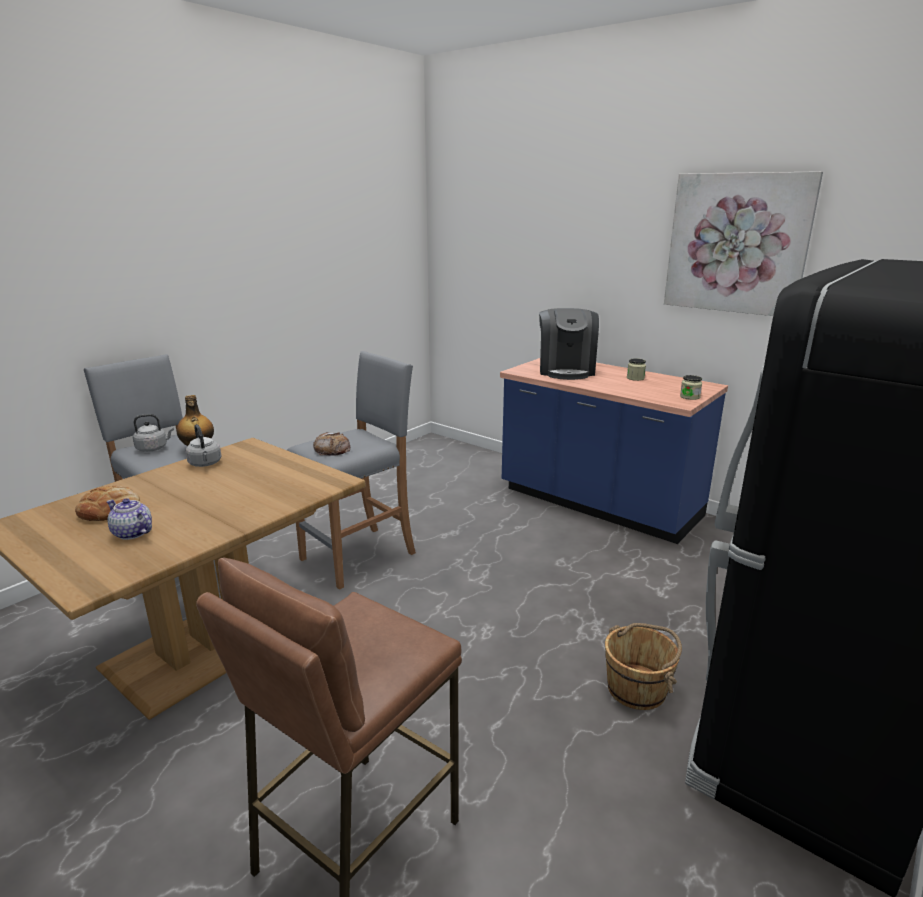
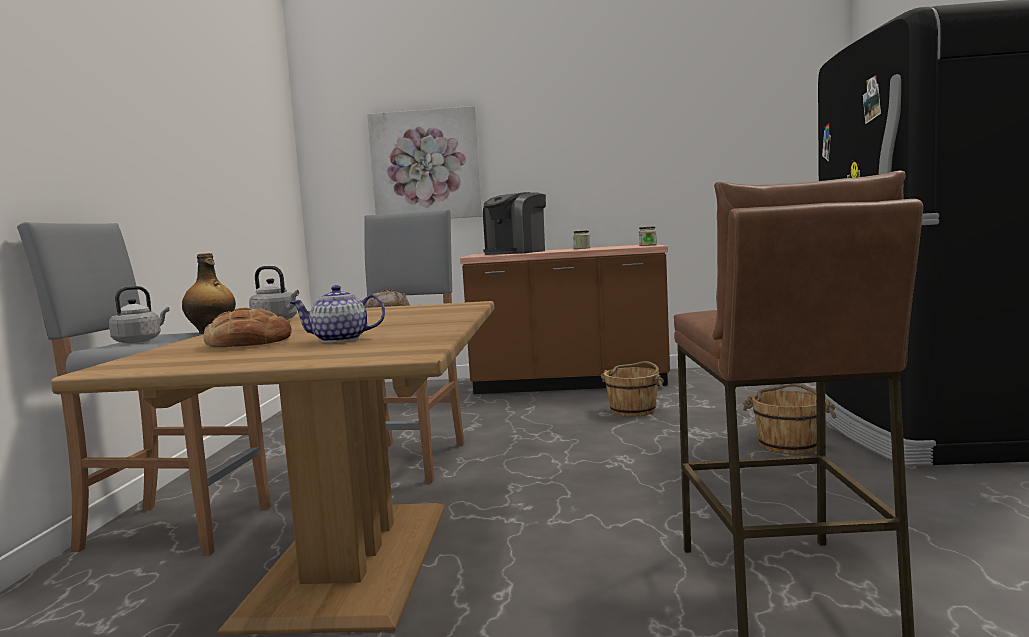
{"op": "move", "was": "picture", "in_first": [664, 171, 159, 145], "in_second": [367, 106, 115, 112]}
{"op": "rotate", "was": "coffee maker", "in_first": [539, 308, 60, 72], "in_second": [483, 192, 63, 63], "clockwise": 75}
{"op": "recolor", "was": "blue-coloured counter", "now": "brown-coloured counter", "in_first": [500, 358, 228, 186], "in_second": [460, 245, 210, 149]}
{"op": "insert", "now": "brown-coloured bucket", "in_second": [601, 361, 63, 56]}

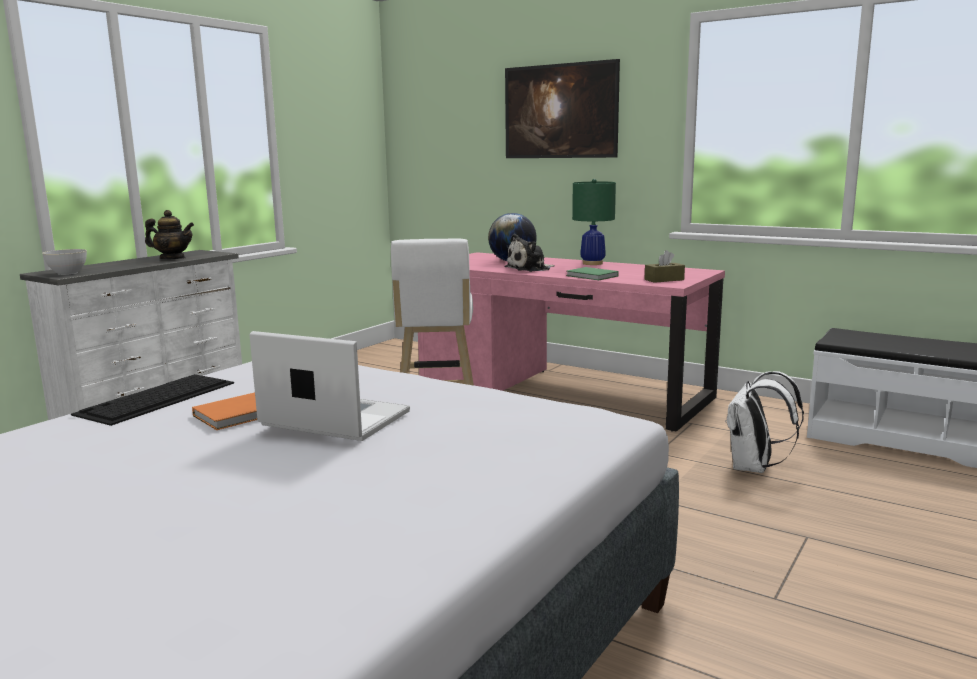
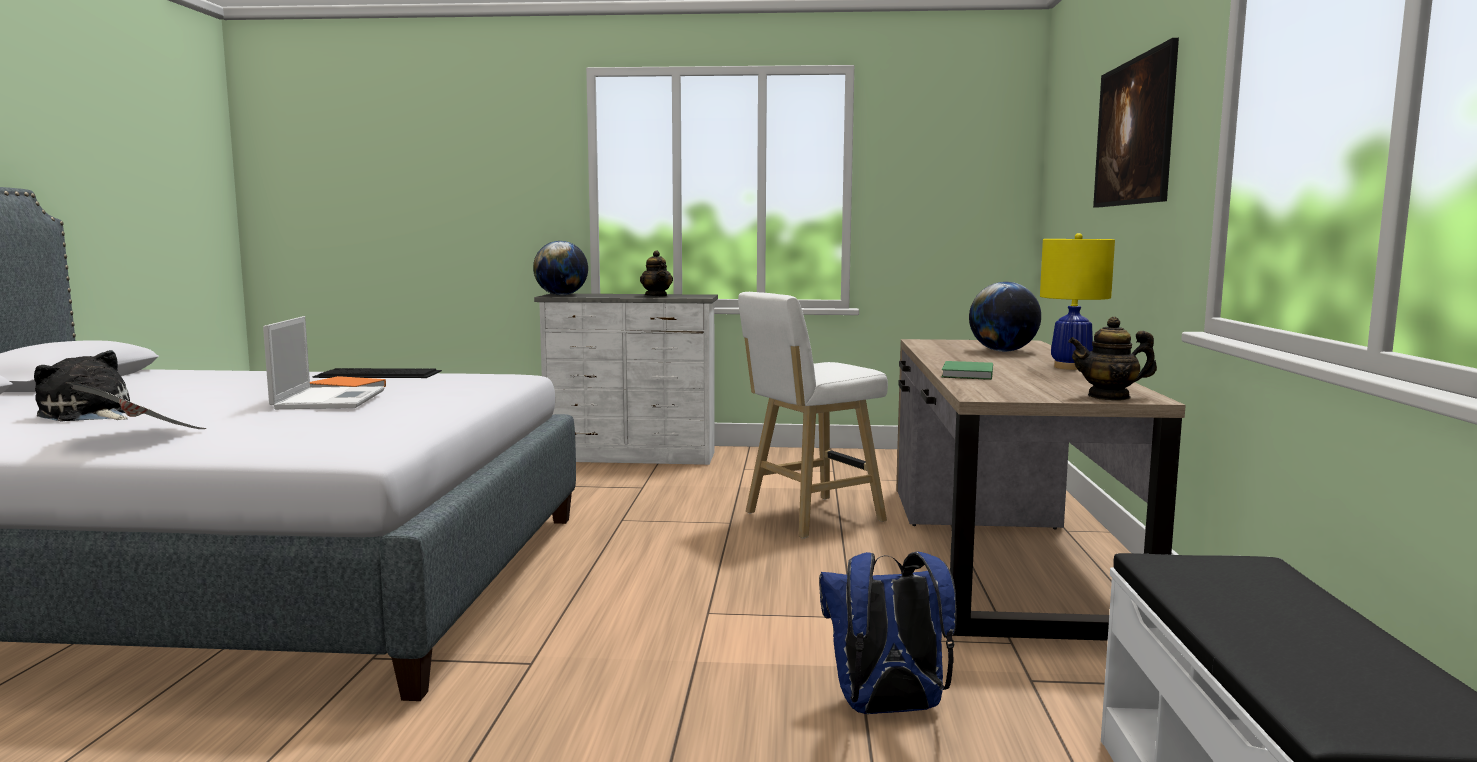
{"op": "recolor", "was": "greenish table lamp", "now": "yellow-coloured table lamp", "in_first": [572, 179, 44, 86], "in_second": [1040, 233, 75, 137]}
{"op": "move", "was": "cuddly toy", "in_first": [505, 234, 49, 38], "in_second": [34, 350, 96, 71]}
{"op": "replace", "was": "grey serving bowl", "now": "desk globe", "in_first": [42, 249, 45, 26], "in_second": [533, 241, 55, 54]}
{"op": "delete", "was": "brown-coloured tissue holder", "in_first": [644, 250, 41, 33]}
{"op": "recolor", "was": "pink desk", "now": "brown-coloured desk", "in_first": [418, 252, 307, 180], "in_second": [896, 339, 290, 302]}
{"op": "recolor", "was": "white-coloured knapsack", "now": "blue-coloured knapsack", "in_first": [725, 371, 79, 102], "in_second": [819, 552, 138, 162]}
{"op": "insert", "now": "tea pot", "in_second": [1068, 317, 89, 84]}
{"op": "insert", "now": "newspaper", "in_second": [66, 382, 140, 47]}

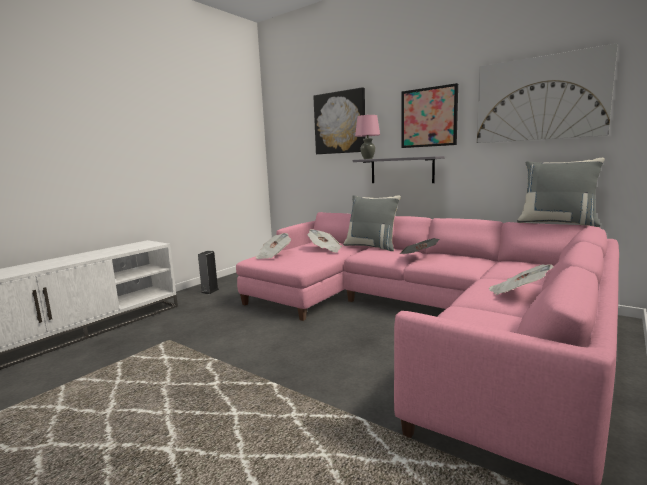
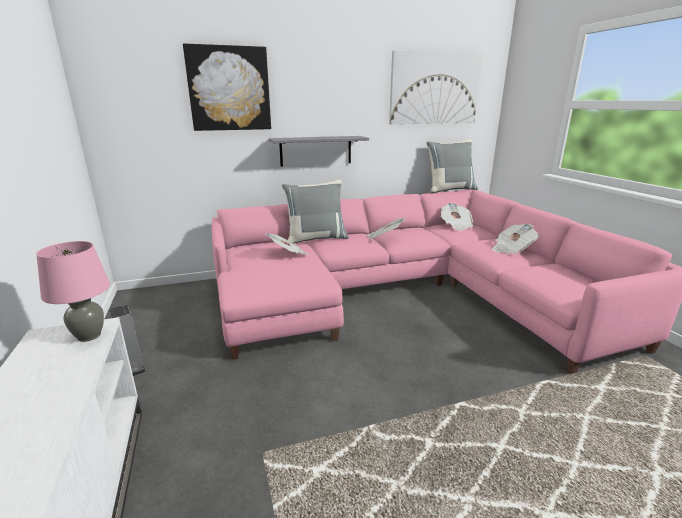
{"op": "delete", "was": "picture", "in_first": [402, 83, 56, 65]}
{"op": "move", "was": "pink table lamp", "in_first": [355, 115, 25, 44], "in_second": [36, 241, 74, 101]}
{"op": "move", "was": "newspaper", "in_first": [255, 233, 36, 26], "in_second": [441, 203, 33, 28]}

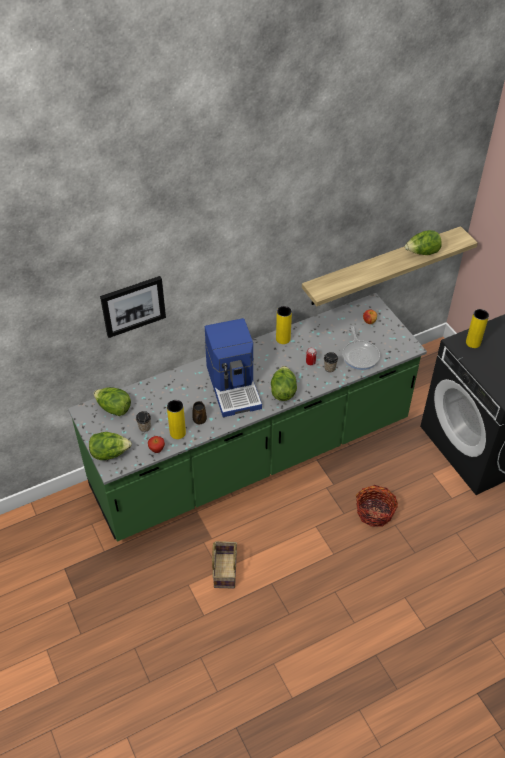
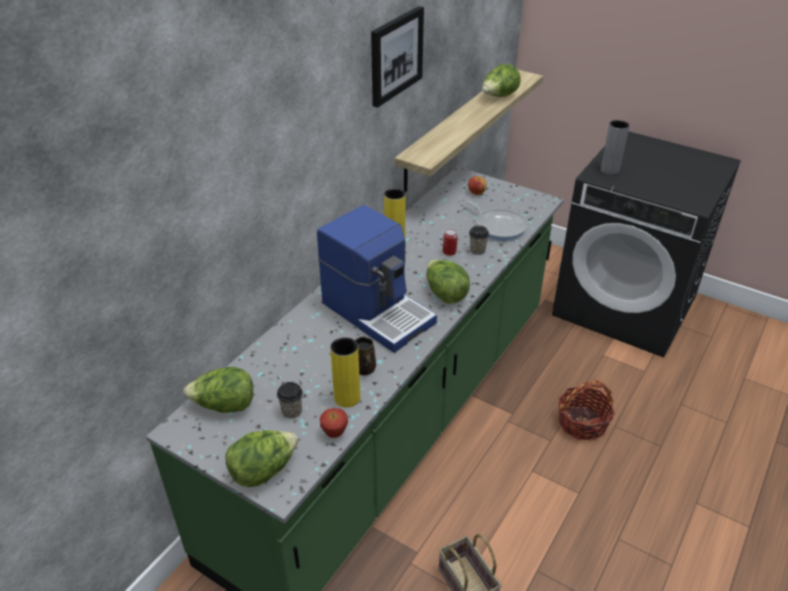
{"op": "move", "was": "picture", "in_first": [100, 276, 66, 62], "in_second": [371, 6, 53, 102]}
{"op": "recolor", "was": "yellow-coloured decorative vase", "now": "grey decorative vase", "in_first": [466, 309, 23, 39], "in_second": [601, 120, 28, 55]}

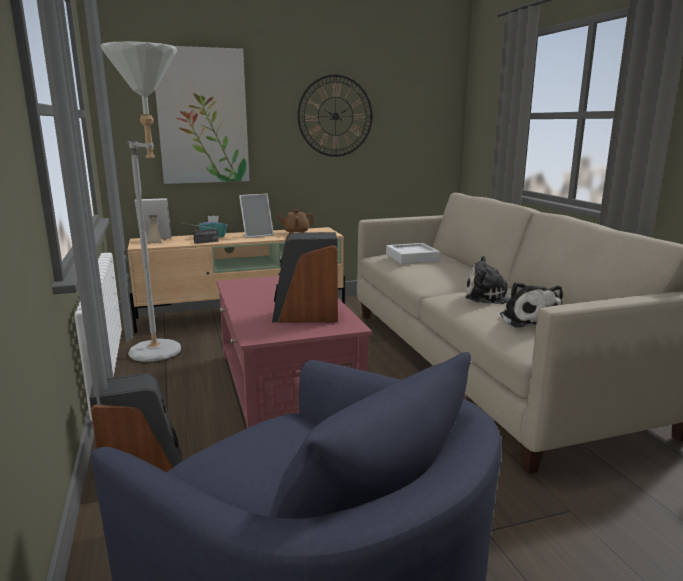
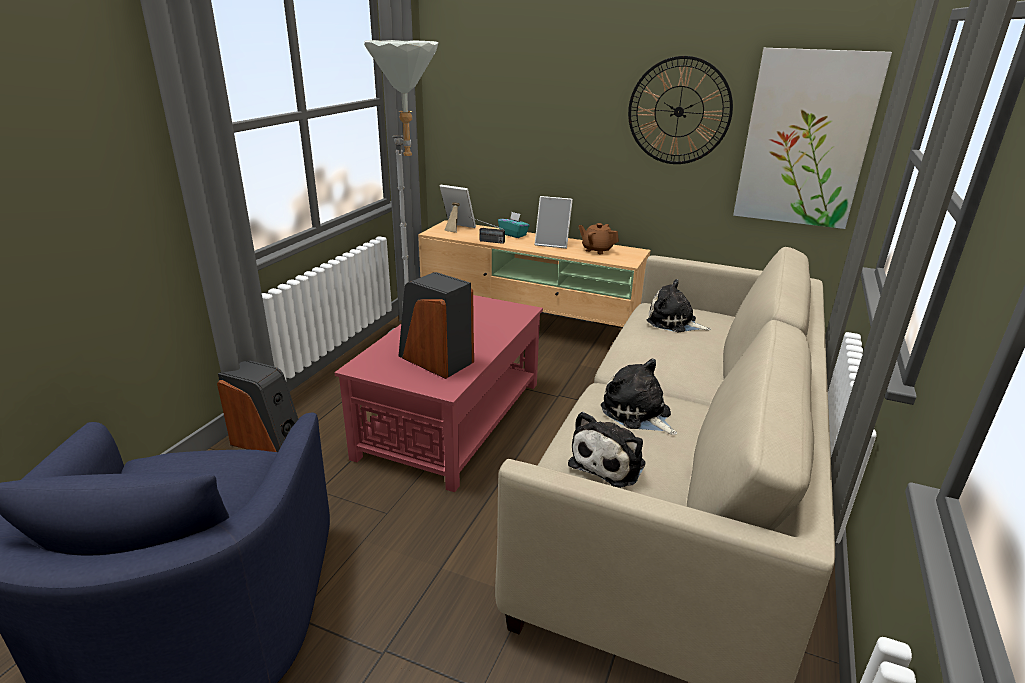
{"op": "move", "was": "picture", "in_first": [155, 46, 95, 138], "in_second": [733, 48, 159, 181]}
{"op": "replace", "was": "grey carrying tray", "now": "cuddly toy", "in_first": [386, 243, 54, 21], "in_second": [647, 279, 64, 53]}

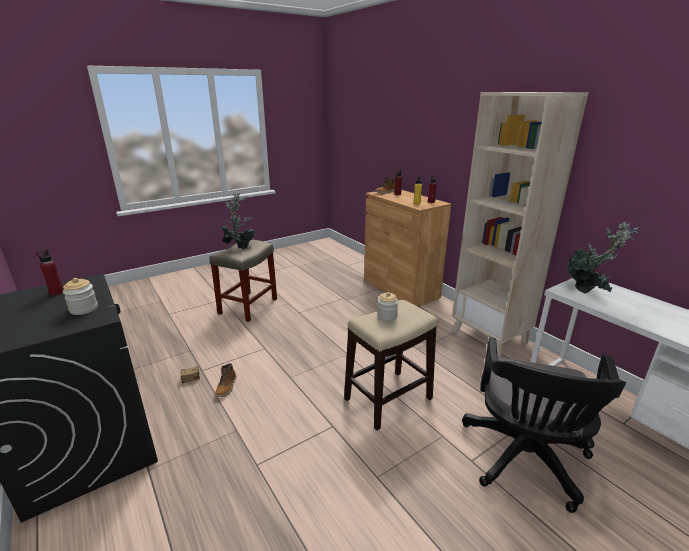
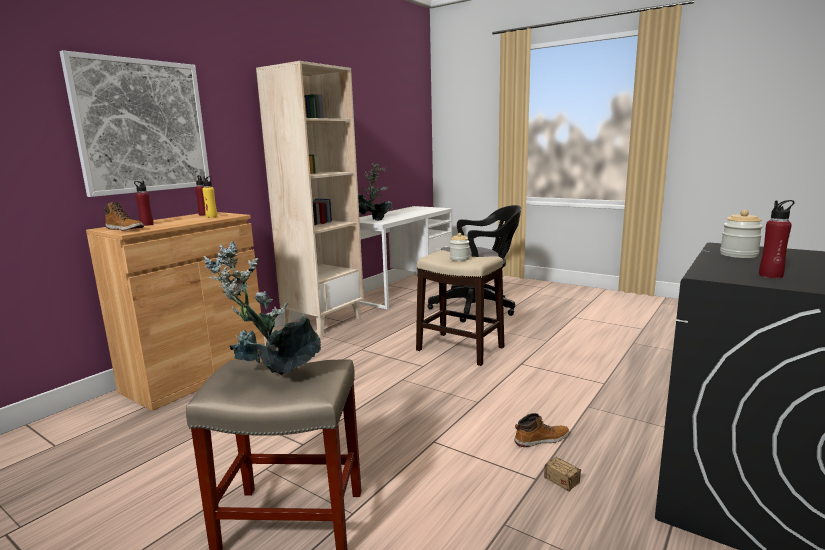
{"op": "insert", "now": "picture", "in_second": [60, 50, 150, 147]}

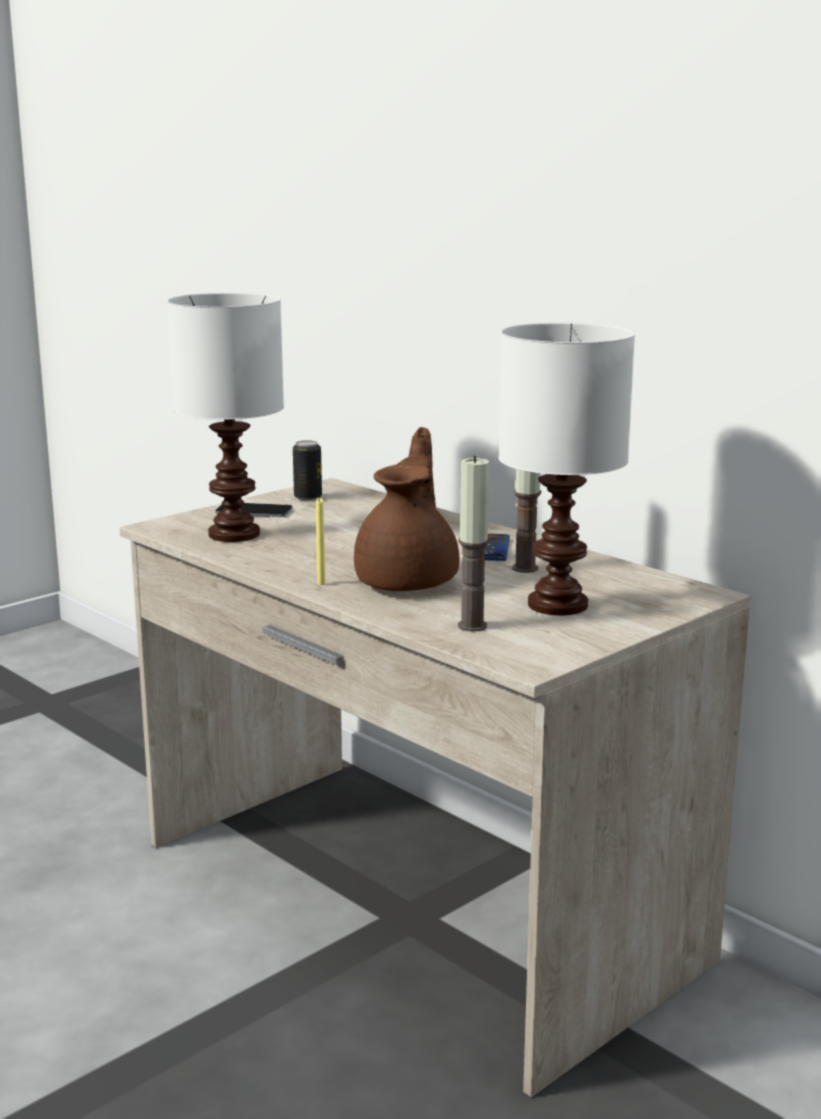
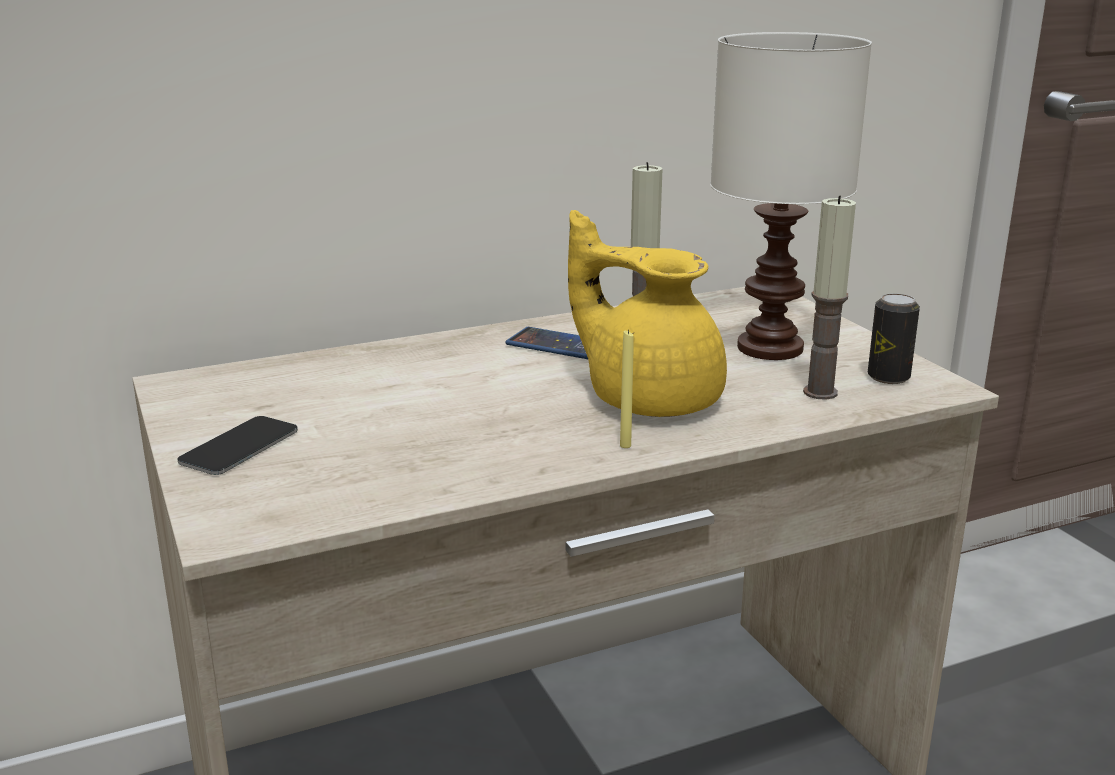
{"op": "delete", "was": "white-coloured table lamp", "in_first": [167, 293, 117, 249]}
{"op": "recolor", "was": "brown-coloured tea pot", "now": "yellow-coloured tea pot", "in_first": [354, 427, 105, 164], "in_second": [568, 210, 159, 207]}
{"op": "move", "was": "metal can", "in_first": [293, 440, 29, 60], "in_second": [868, 293, 52, 91]}

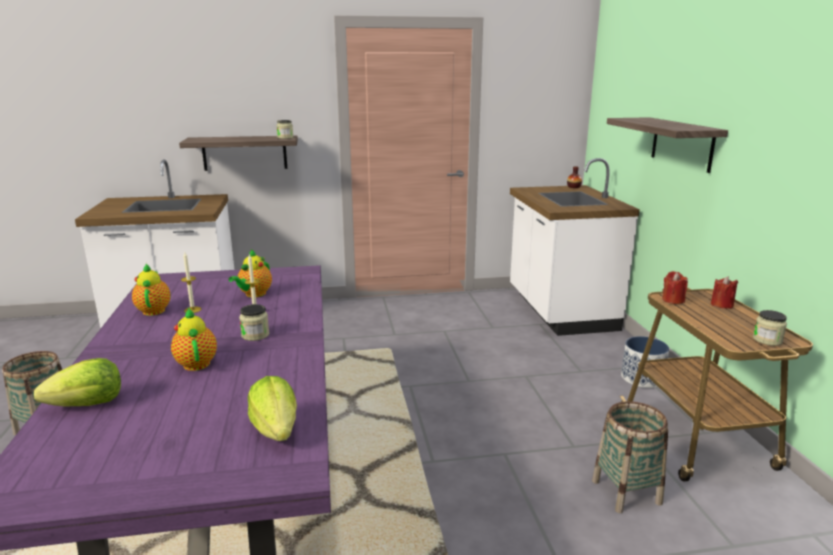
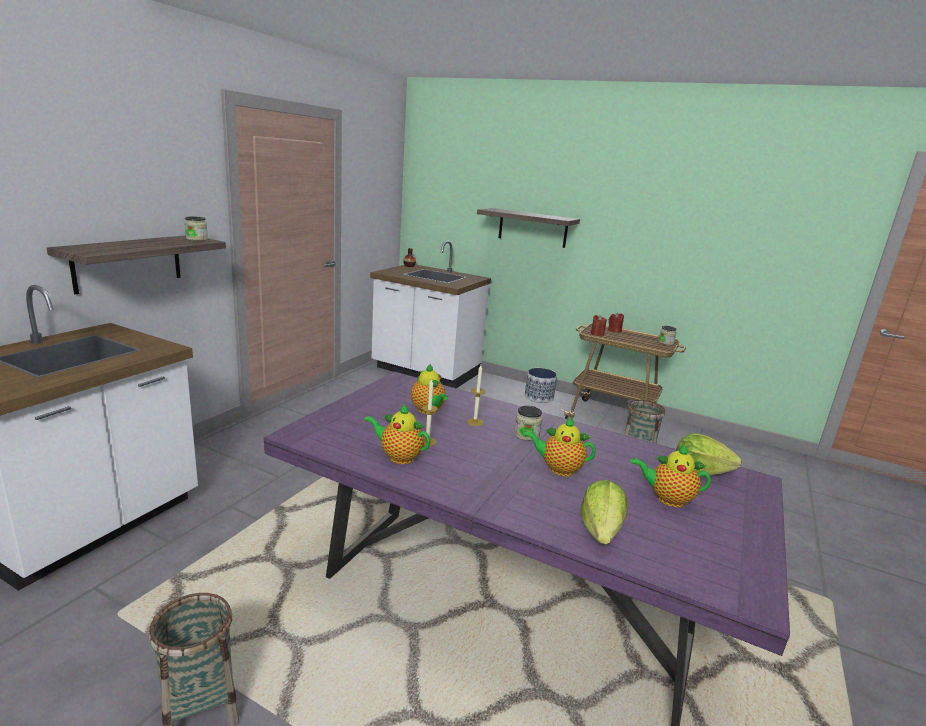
{"op": "insert", "now": "tea pot", "in_second": [630, 444, 81, 63]}

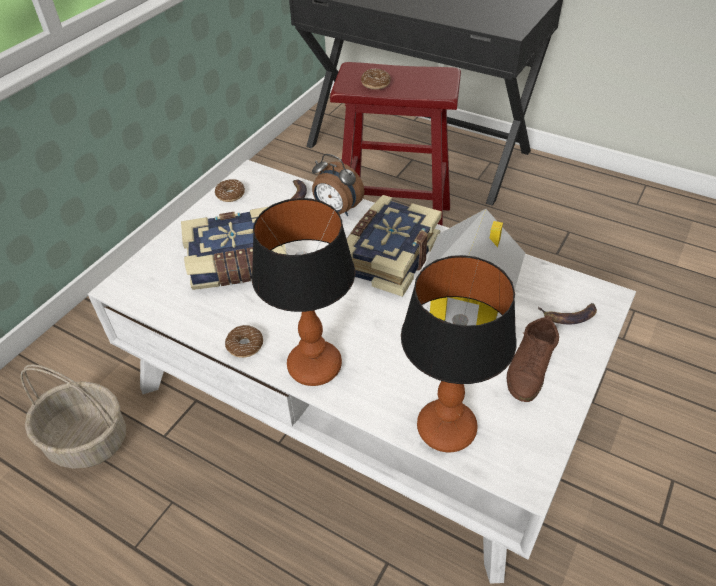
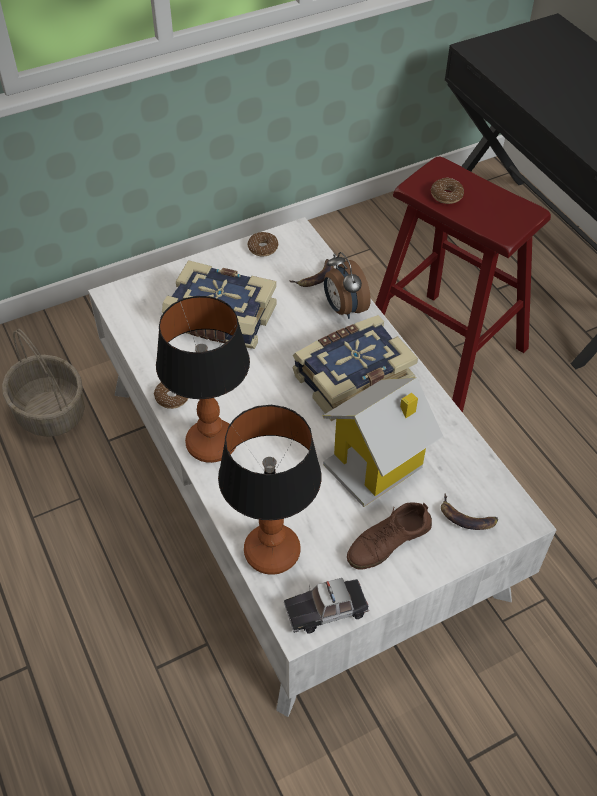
{"op": "insert", "now": "miniature car", "in_second": [284, 578, 85, 56]}

